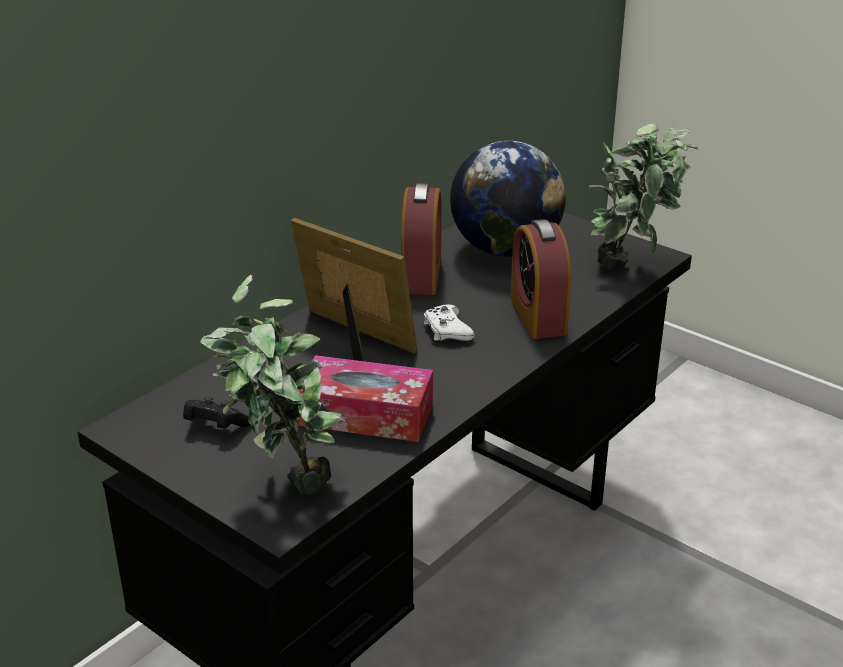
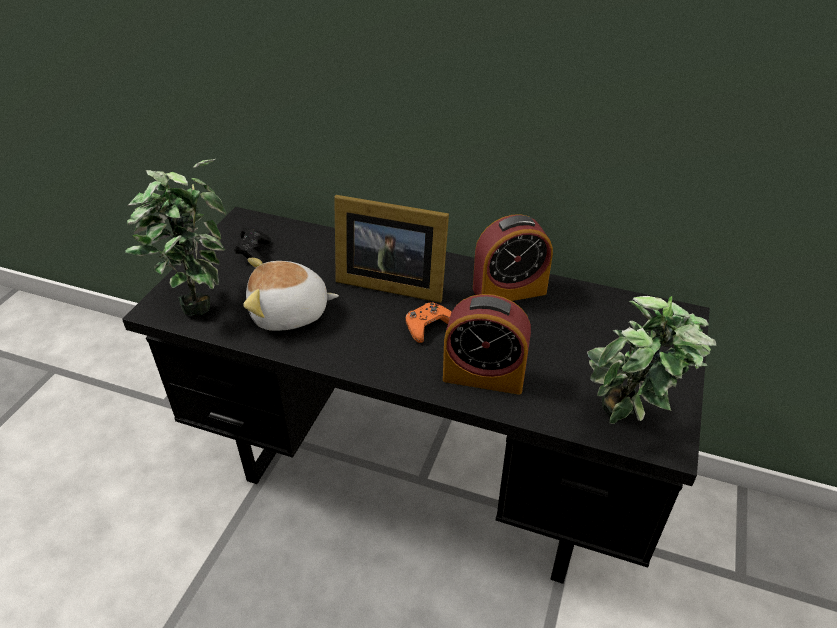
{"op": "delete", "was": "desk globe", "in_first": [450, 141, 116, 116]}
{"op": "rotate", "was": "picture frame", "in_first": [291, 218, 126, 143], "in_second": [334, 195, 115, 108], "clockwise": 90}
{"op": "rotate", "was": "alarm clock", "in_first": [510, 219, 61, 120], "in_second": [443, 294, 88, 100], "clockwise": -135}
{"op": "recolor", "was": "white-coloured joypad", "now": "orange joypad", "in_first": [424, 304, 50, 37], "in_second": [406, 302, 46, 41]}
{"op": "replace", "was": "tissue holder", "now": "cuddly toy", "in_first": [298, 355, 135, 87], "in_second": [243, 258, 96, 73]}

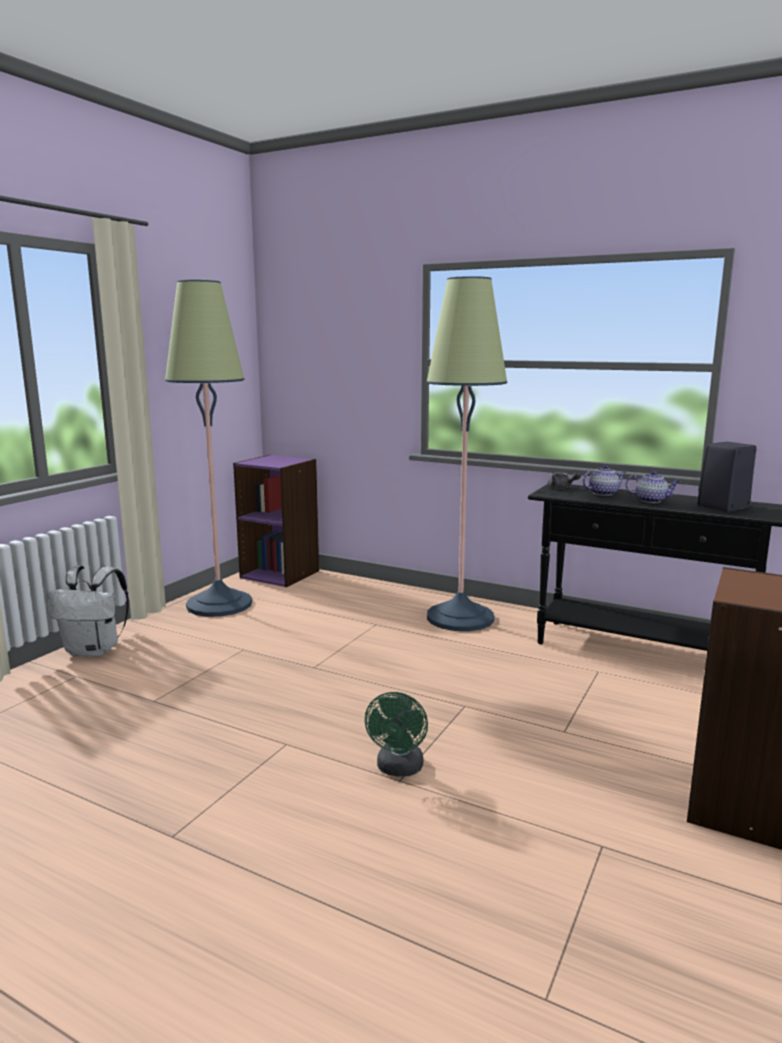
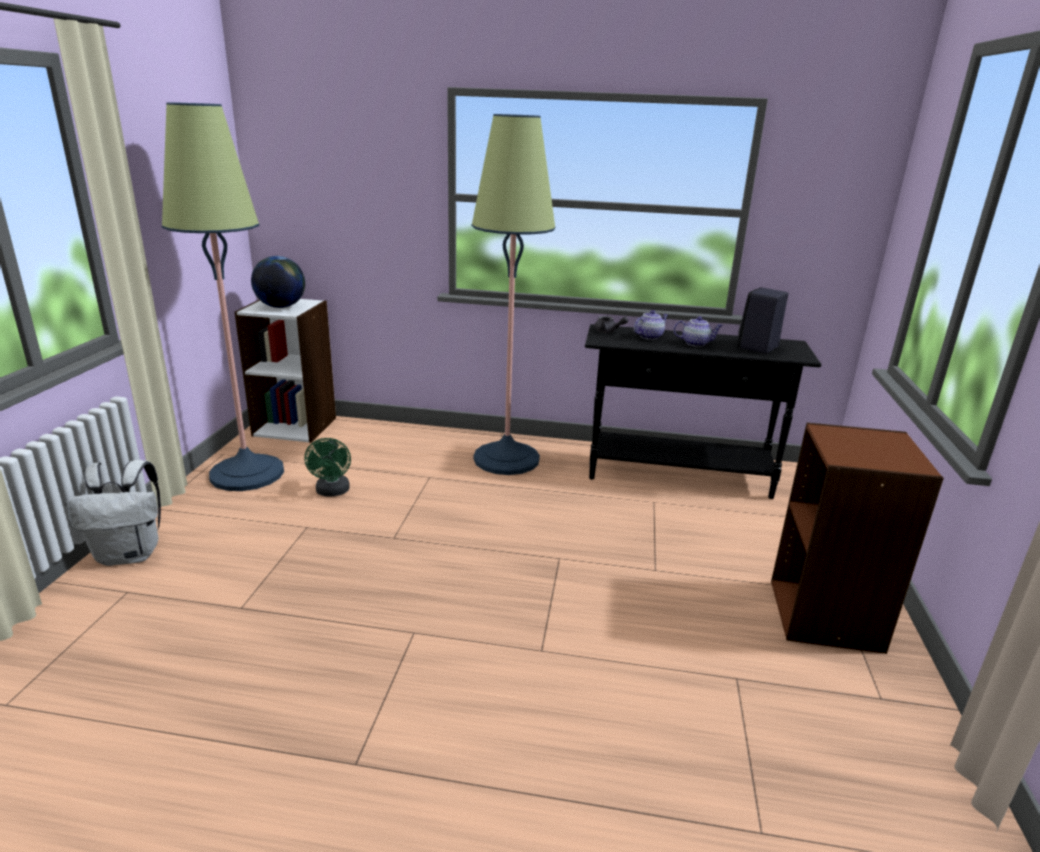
{"op": "recolor", "was": "purple bookcase", "now": "white-coloured bookcase", "in_first": [233, 455, 86, 132], "in_second": [234, 299, 102, 144]}
{"op": "move", "was": "greenish cooling fan", "in_first": [365, 692, 63, 85], "in_second": [304, 438, 47, 58]}
{"op": "insert", "now": "desk globe", "in_second": [251, 256, 54, 52]}

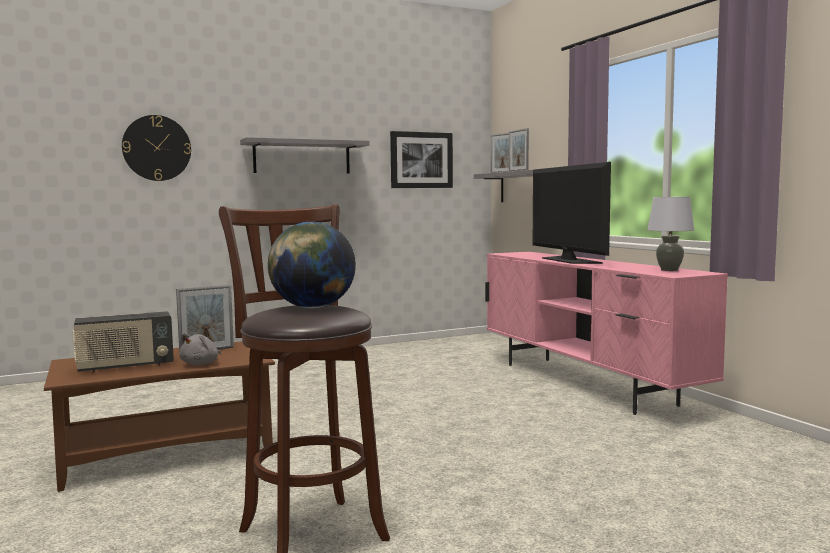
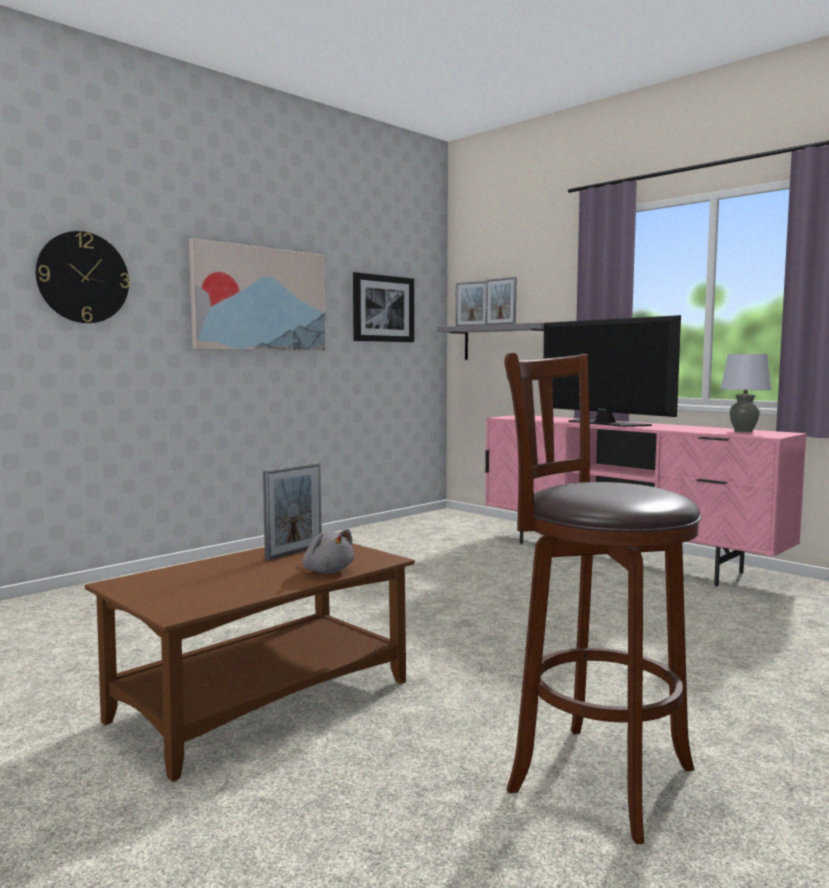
{"op": "replace", "was": "grey shelf", "now": "picture", "in_first": [240, 137, 130, 36], "in_second": [189, 238, 136, 112]}
{"op": "delete", "was": "desk globe", "in_first": [268, 222, 88, 86]}
{"op": "delete", "was": "radio", "in_first": [73, 311, 101, 62]}
{"op": "rotate", "was": "grey cuddly toy", "in_first": [179, 333, 42, 32], "in_second": [303, 529, 51, 44], "clockwise": -45}

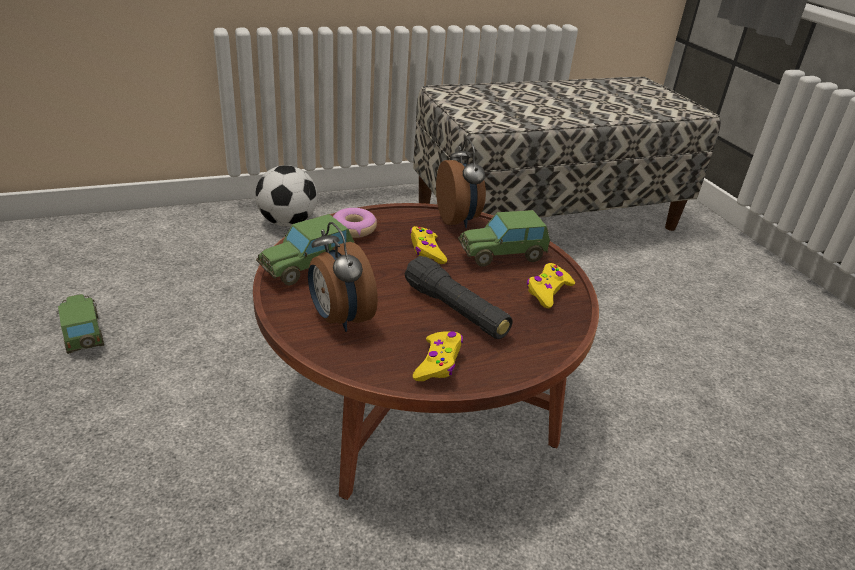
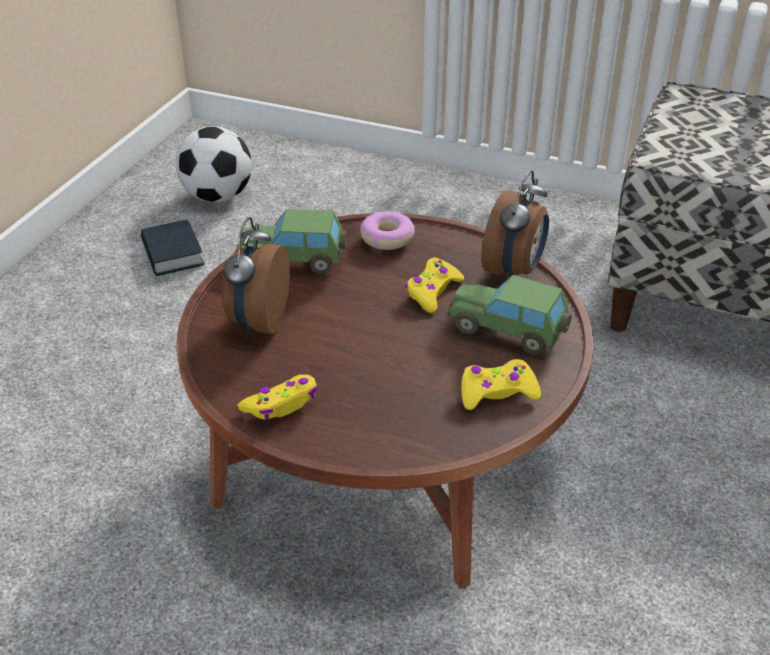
{"op": "move", "was": "ball for football", "in_first": [255, 165, 63, 62], "in_second": [176, 126, 76, 76]}
{"op": "delete", "was": "blackish hand torch", "in_first": [405, 256, 108, 83]}
{"op": "replace", "was": "miniature car", "now": "bound book", "in_first": [57, 294, 47, 60], "in_second": [141, 220, 63, 56]}

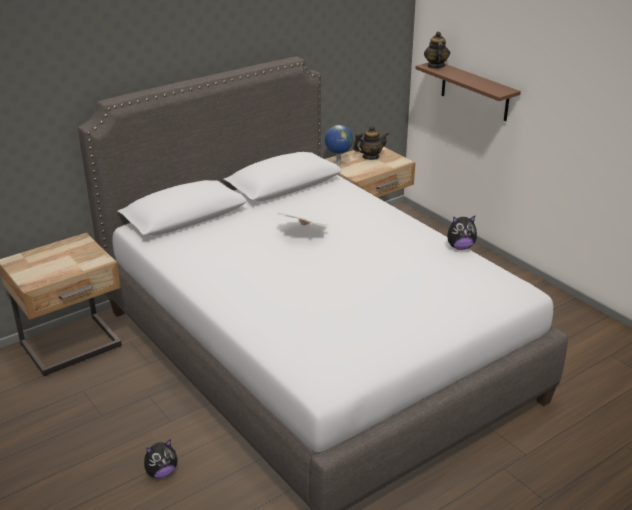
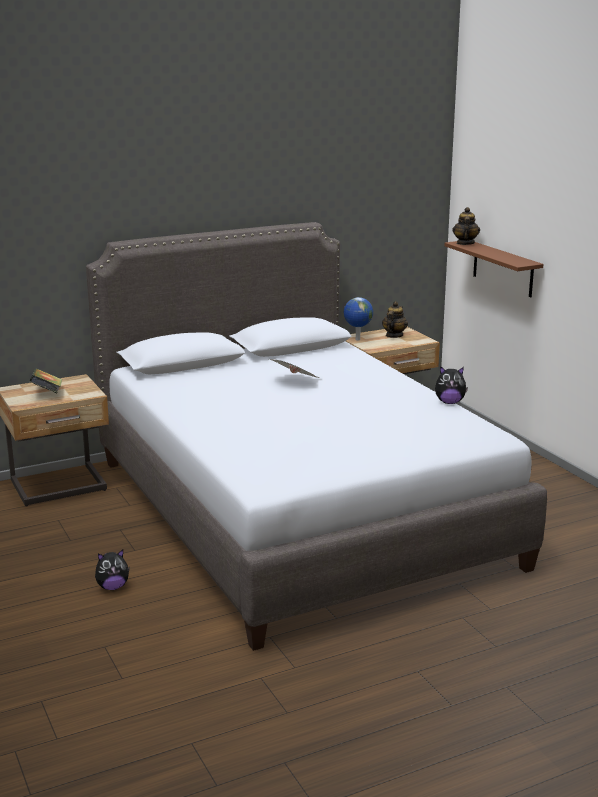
{"op": "rotate", "was": "tea pot", "in_first": [353, 125, 36, 35], "in_second": [382, 301, 26, 37], "clockwise": -60}
{"op": "insert", "now": "bound book", "in_second": [30, 369, 32, 24]}

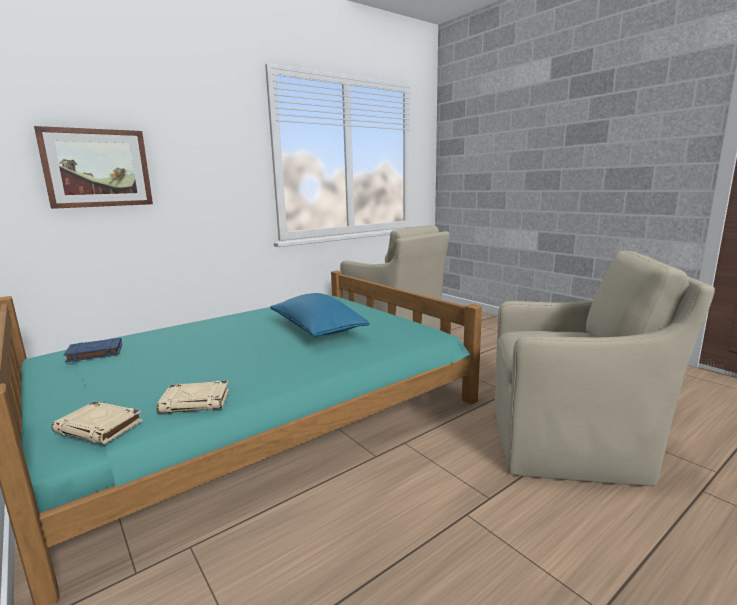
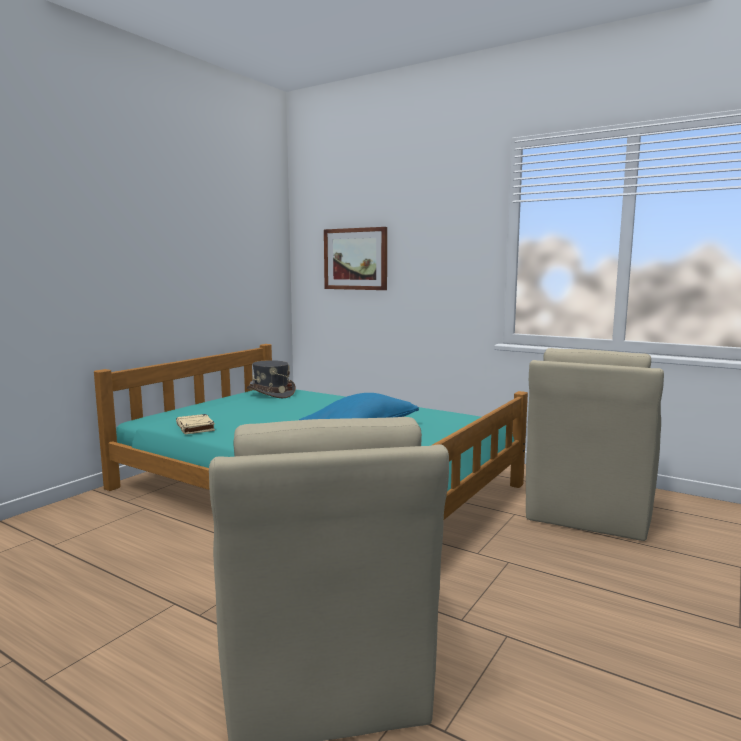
{"op": "replace", "was": "blue-coloured bound book", "now": "grey clothing hat", "in_first": [64, 338, 58, 25], "in_second": [247, 360, 49, 38]}
{"op": "delete", "was": "beige bound book", "in_first": [52, 401, 91, 43]}

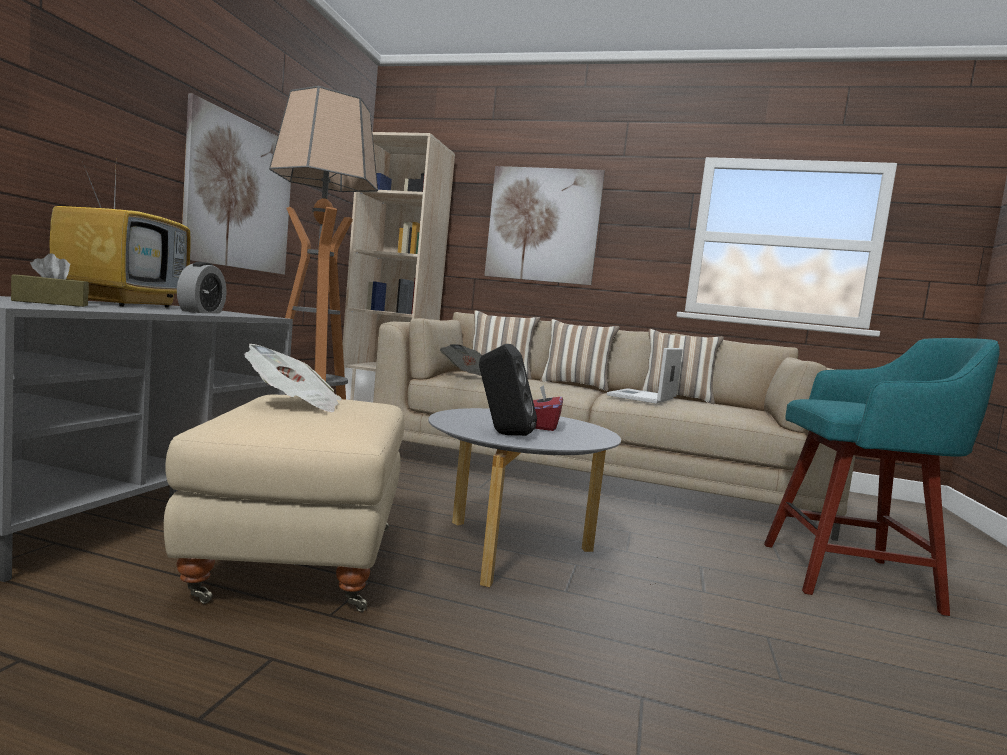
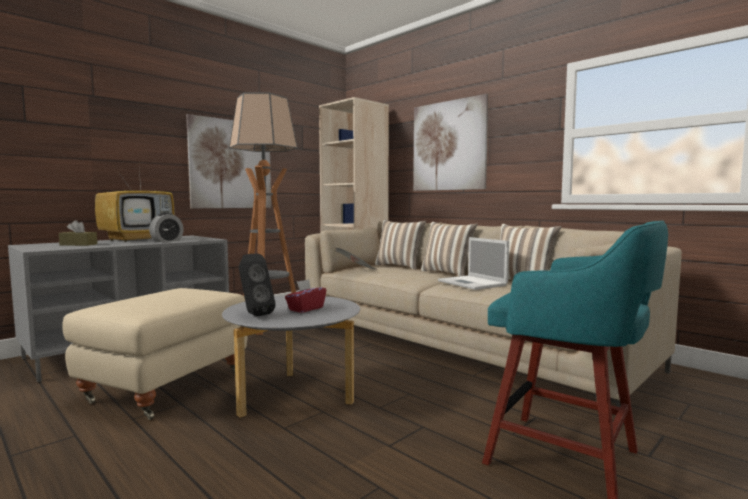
{"op": "delete", "was": "newspaper", "in_first": [244, 344, 97, 69]}
{"op": "rotate", "was": "notebook computer", "in_first": [607, 348, 76, 56], "in_second": [438, 237, 71, 53], "clockwise": -90}

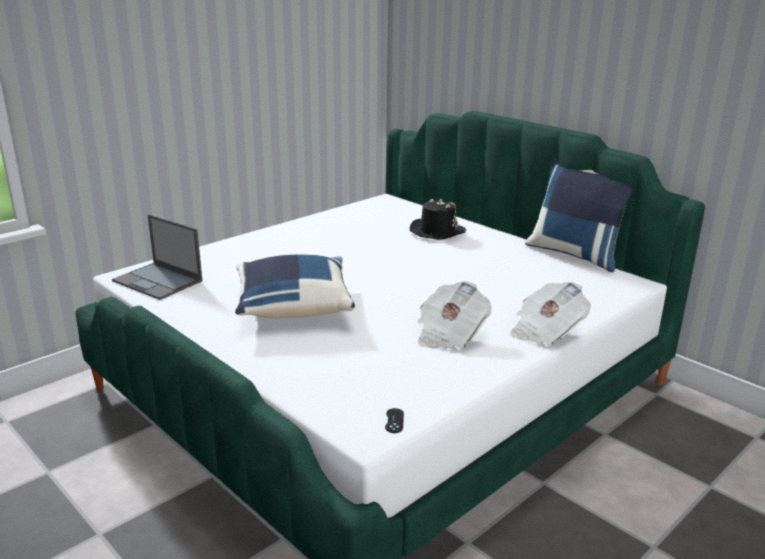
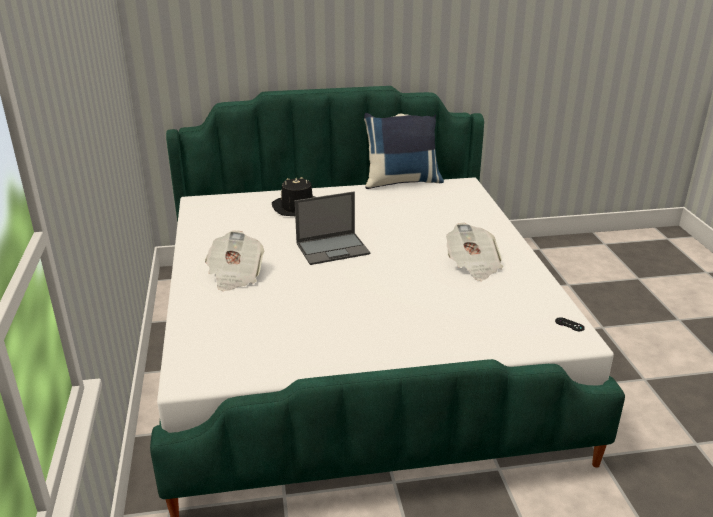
{"op": "move", "was": "notebook computer", "in_first": [112, 214, 91, 86], "in_second": [295, 191, 75, 74]}
{"op": "delete", "was": "blue-coloured throw pillow", "in_first": [235, 255, 120, 63]}
{"op": "move", "was": "newspaper", "in_first": [510, 282, 81, 63], "in_second": [205, 230, 59, 61]}

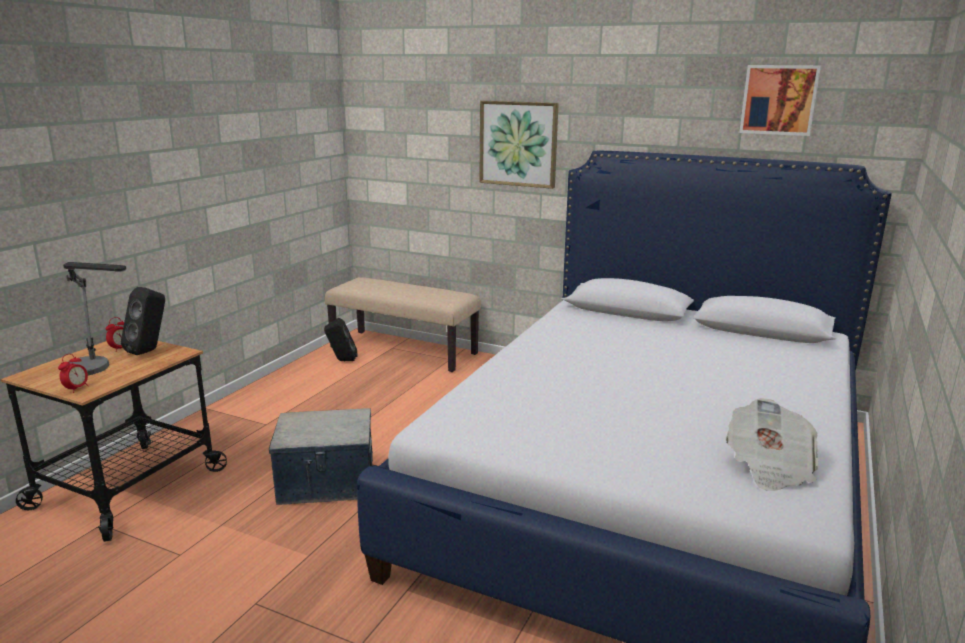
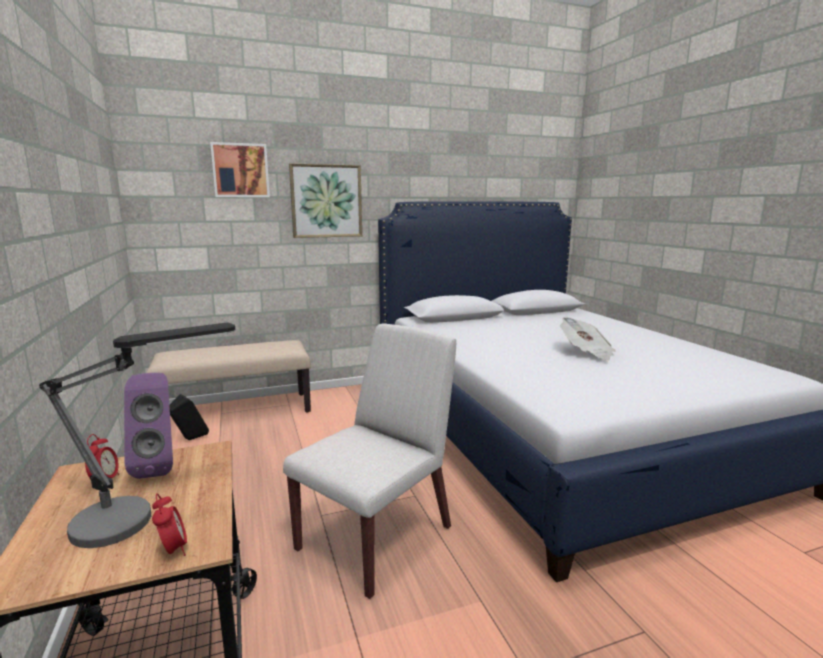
{"op": "move", "was": "picture", "in_first": [739, 65, 82, 71], "in_second": [210, 142, 60, 55]}
{"op": "recolor", "was": "blackish audio speaker", "now": "purple audio speaker", "in_first": [121, 287, 44, 68], "in_second": [124, 373, 49, 106]}
{"op": "move", "was": "newspaper", "in_first": [725, 398, 93, 93], "in_second": [560, 317, 56, 44]}
{"op": "replace", "was": "storage container", "now": "white-coloured upright chair", "in_first": [269, 408, 104, 97], "in_second": [283, 323, 173, 276]}

